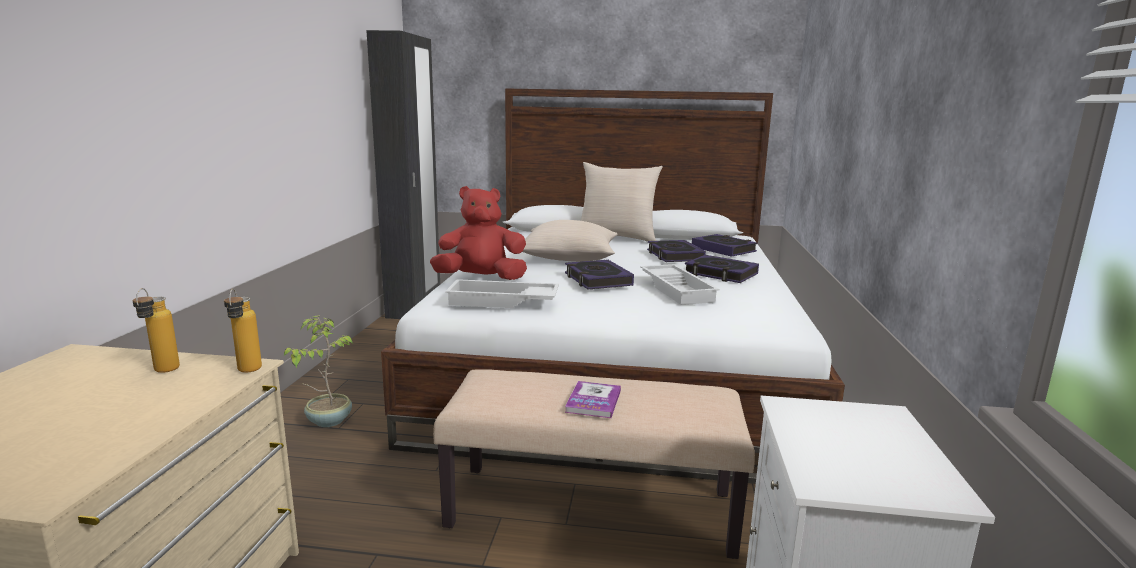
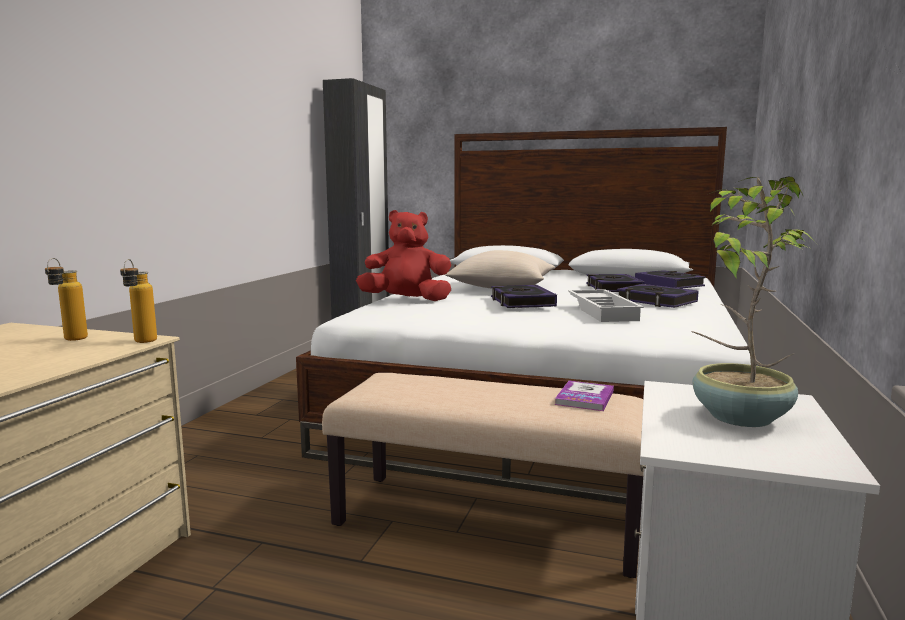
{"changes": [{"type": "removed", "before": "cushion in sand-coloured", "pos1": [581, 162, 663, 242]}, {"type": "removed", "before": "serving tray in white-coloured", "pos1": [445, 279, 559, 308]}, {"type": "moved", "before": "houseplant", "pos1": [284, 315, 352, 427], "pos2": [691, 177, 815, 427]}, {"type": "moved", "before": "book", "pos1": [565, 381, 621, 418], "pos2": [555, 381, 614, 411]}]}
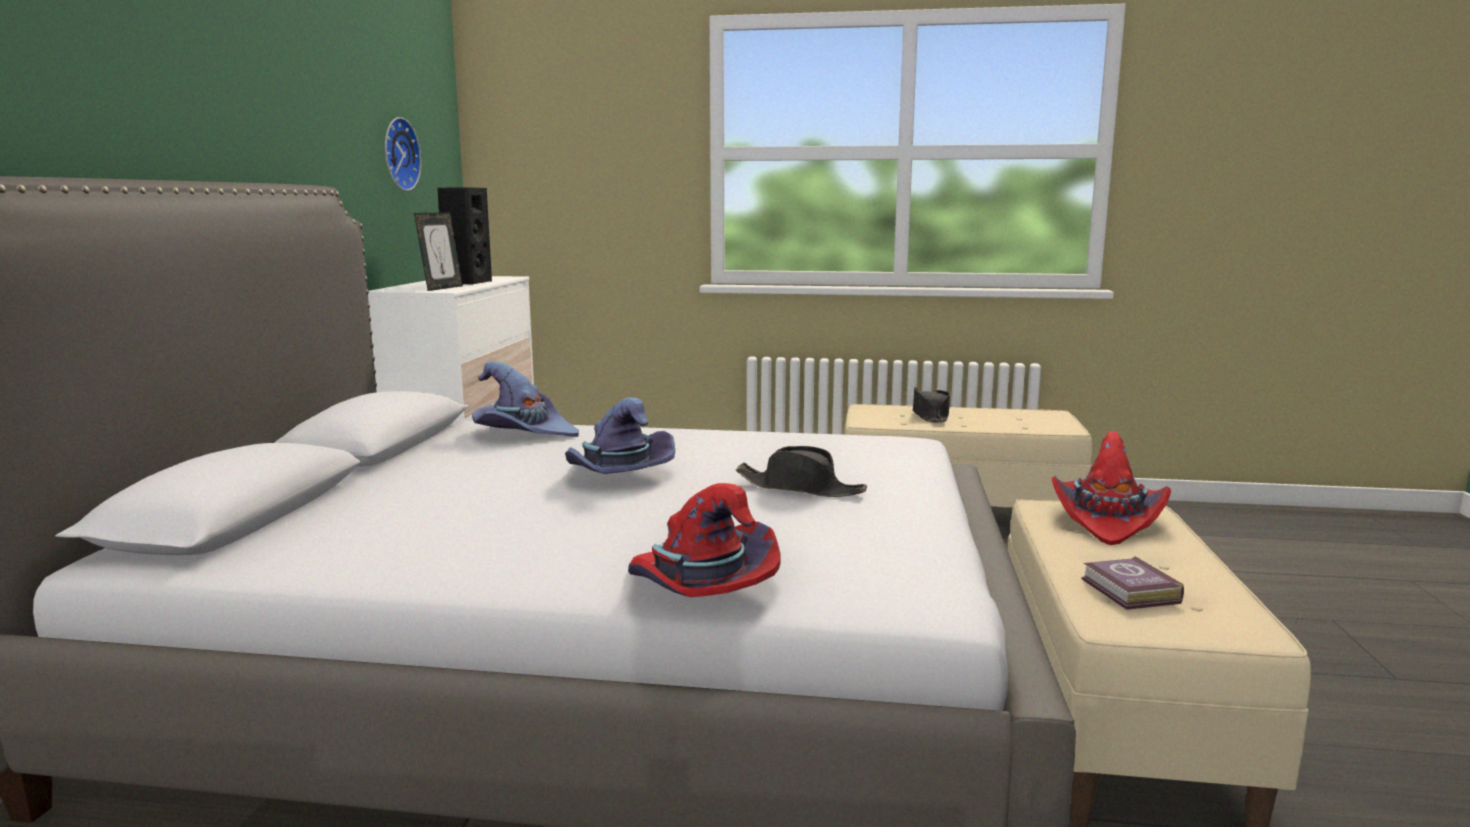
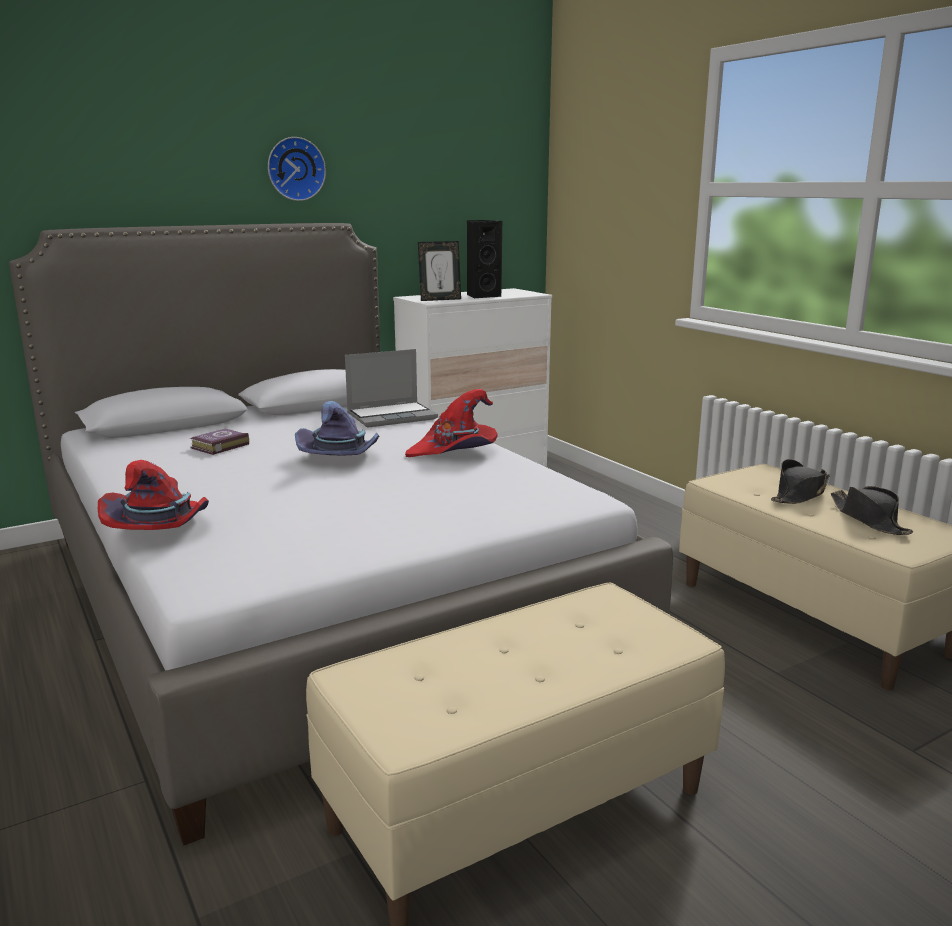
{"changes": [{"type": "moved", "before": "hanging clock", "pos1": [385, 117, 421, 191], "pos2": [268, 137, 326, 201]}, {"type": "replaced", "before": "hat in purple", "after": "notebook computer", "pos1": [472, 361, 579, 437], "pos2": [345, 349, 438, 428]}, {"type": "moved", "before": "hat in reddish", "pos1": [1052, 431, 1171, 545], "pos2": [405, 389, 497, 457]}, {"type": "moved", "before": "hat in black", "pos1": [736, 446, 867, 497], "pos2": [831, 486, 913, 535]}, {"type": "moved", "before": "book", "pos1": [1082, 556, 1184, 610], "pos2": [190, 429, 249, 455]}]}
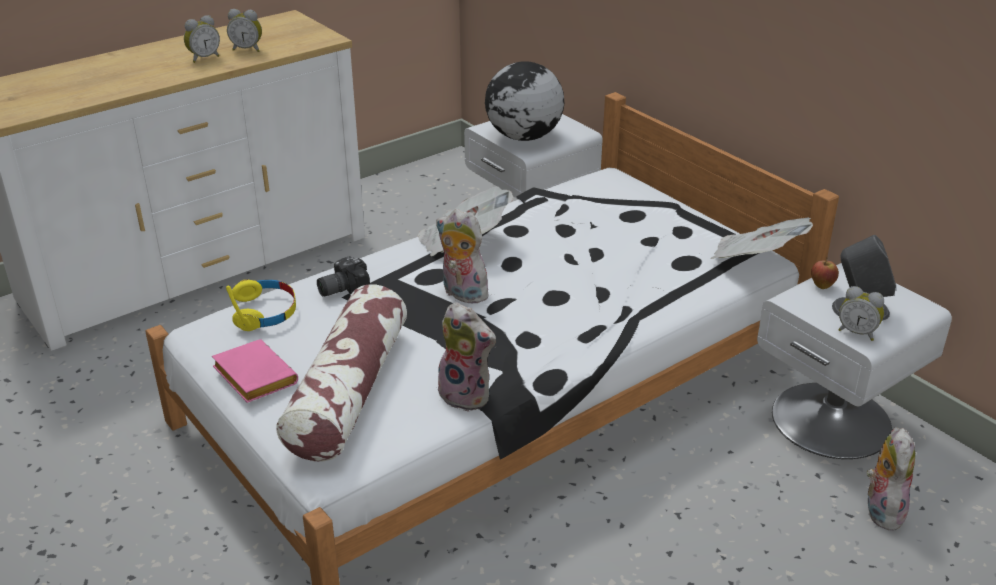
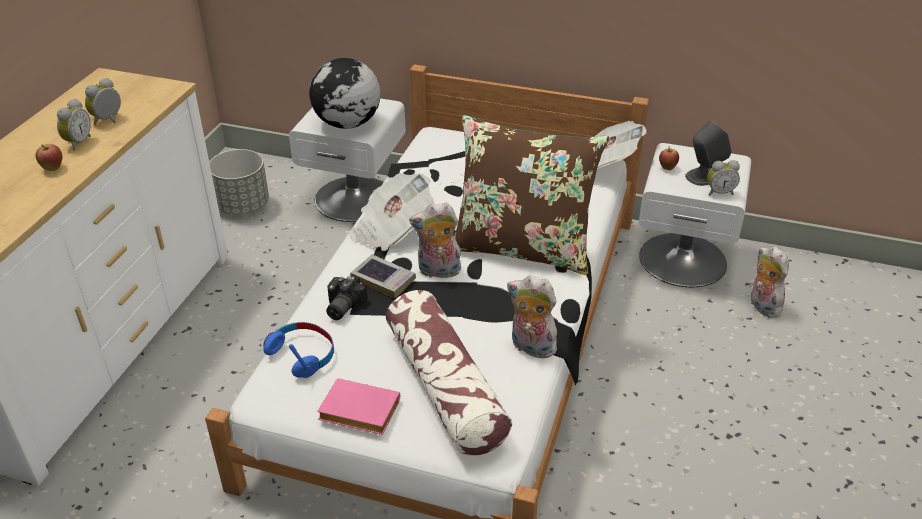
{"changes": [{"type": "turned", "before": "alarm clock", "pos1": [227, 9, 262, 52], "pos2": [85, 78, 121, 125], "turn": 150}, {"type": "recoloured", "before": "headset in yellow-coloured", "after": "headset in blue-coloured", "pos1": [226, 279, 296, 331], "pos2": [263, 322, 334, 378]}, {"type": "turned", "before": "soft toy", "pos1": [433, 302, 496, 412], "pos2": [507, 275, 557, 358], "turn": -150}, {"type": "added", "after": "cushion in brown", "pos2": [454, 115, 609, 275]}, {"type": "added", "after": "apple", "pos2": [36, 144, 62, 171]}, {"type": "added", "after": "planter in grey", "pos2": [209, 149, 269, 215]}, {"type": "added", "after": "book", "pos2": [350, 254, 416, 298]}]}
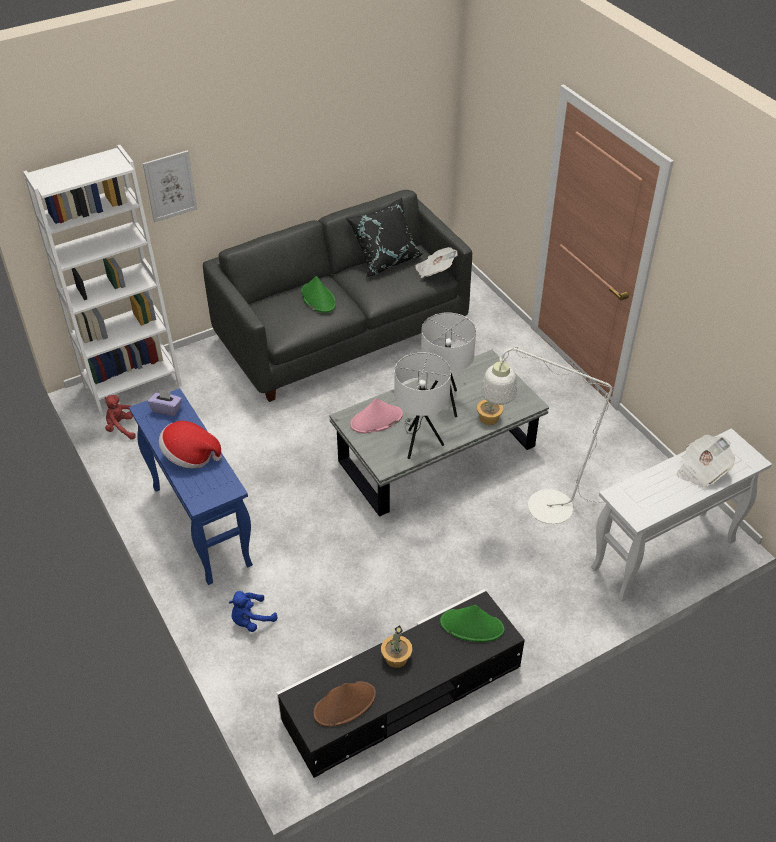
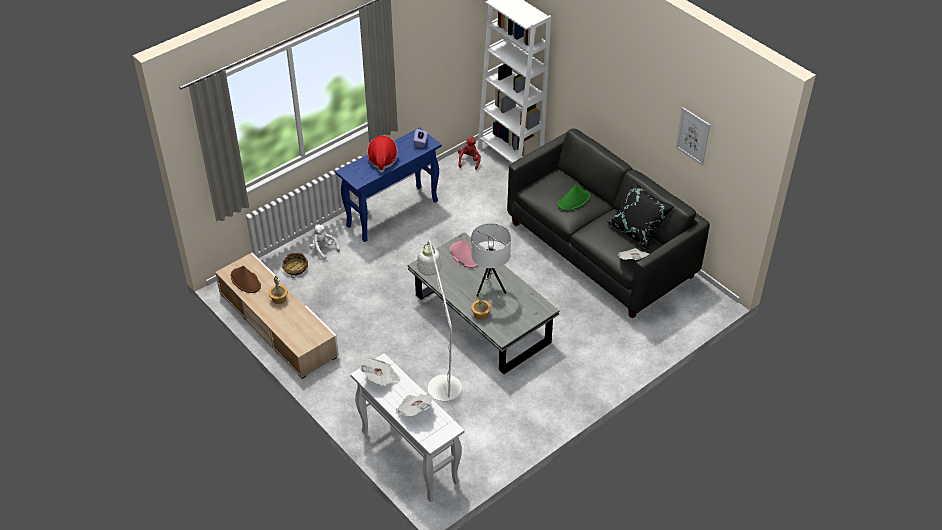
{"changes": [{"type": "moved", "before": "picture", "pos1": [143, 150, 197, 223], "pos2": [676, 107, 710, 166]}, {"type": "removed", "before": "table lamp in white-coloured", "pos1": [394, 352, 451, 459]}, {"type": "recoloured", "before": "tv unit in black", "after": "tv unit in sand-coloured", "pos1": [277, 589, 525, 778], "pos2": [215, 253, 339, 379]}, {"type": "recoloured", "before": "soft toy in blue-coloured", "after": "soft toy in white-coloured", "pos1": [229, 591, 278, 632], "pos2": [309, 225, 340, 260]}, {"type": "removed", "before": "hat in green", "pos1": [440, 605, 504, 642]}, {"type": "added", "after": "household basket", "pos2": [282, 253, 308, 278]}, {"type": "added", "after": "newspaper", "pos2": [359, 357, 400, 386]}]}
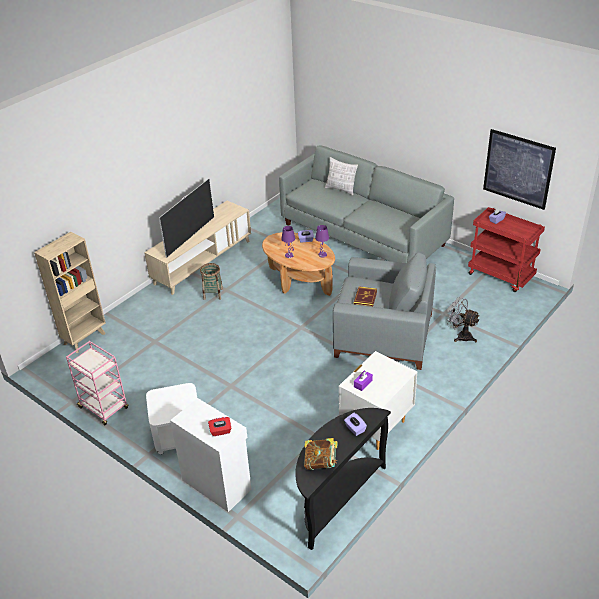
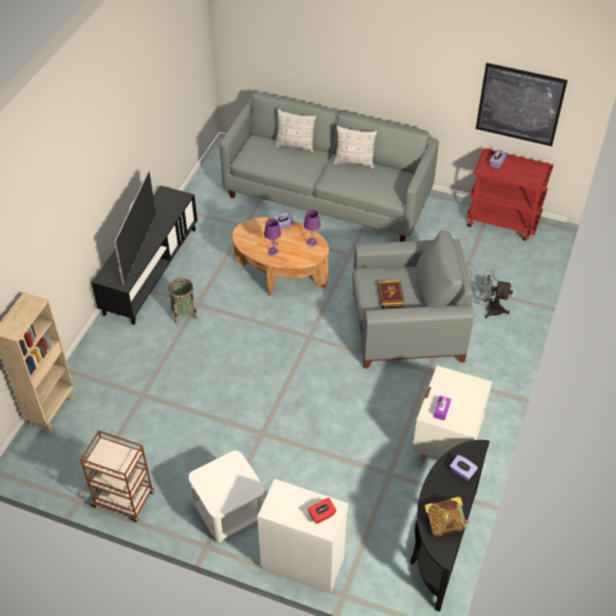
{"changes": [{"type": "recoloured", "before": "tv unit in sand-coloured", "after": "tv unit in black", "pos1": [144, 201, 251, 295], "pos2": [91, 185, 197, 325]}, {"type": "recoloured", "before": "wheeled cart in pink", "after": "wheeled cart in brown", "pos1": [66, 341, 128, 425], "pos2": [80, 430, 154, 522]}, {"type": "added", "after": "cushion", "pos2": [334, 126, 377, 168]}]}
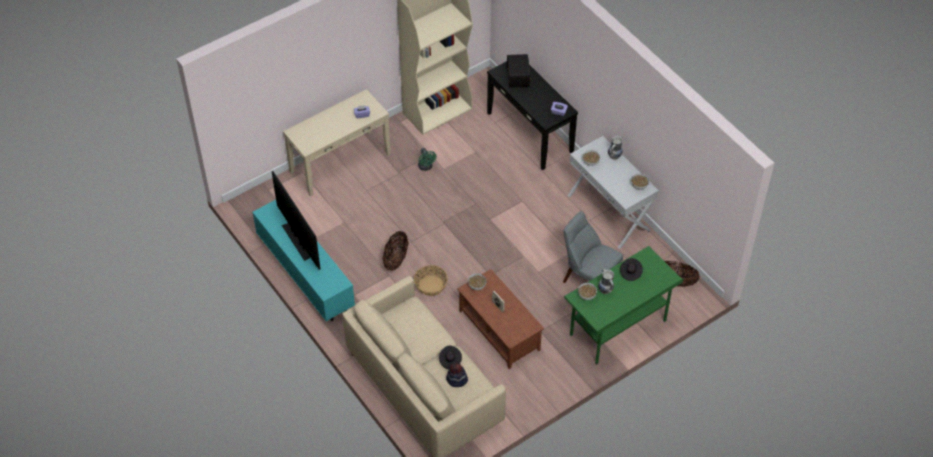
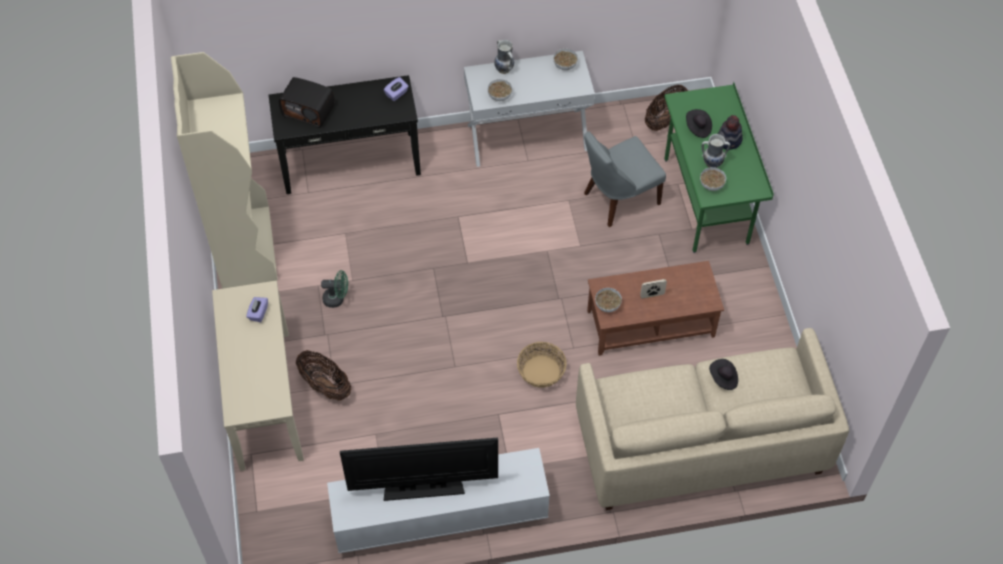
{"changes": [{"type": "recoloured", "before": "tv unit in blue-green", "after": "tv unit in white-coloured", "pos1": [252, 200, 355, 321], "pos2": [327, 448, 550, 553]}, {"type": "moved", "before": "household basket", "pos1": [382, 231, 409, 271], "pos2": [296, 350, 352, 401]}, {"type": "moved", "before": "hat", "pos1": [446, 363, 468, 387], "pos2": [718, 115, 743, 150]}]}
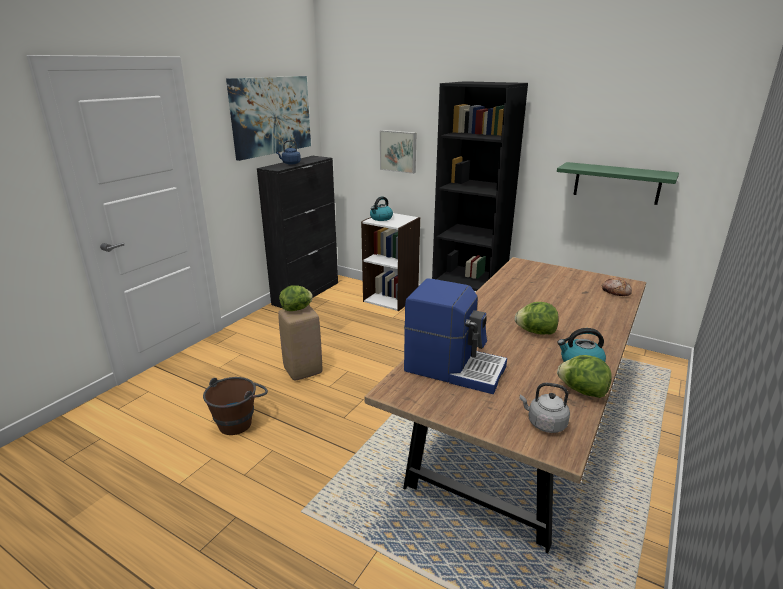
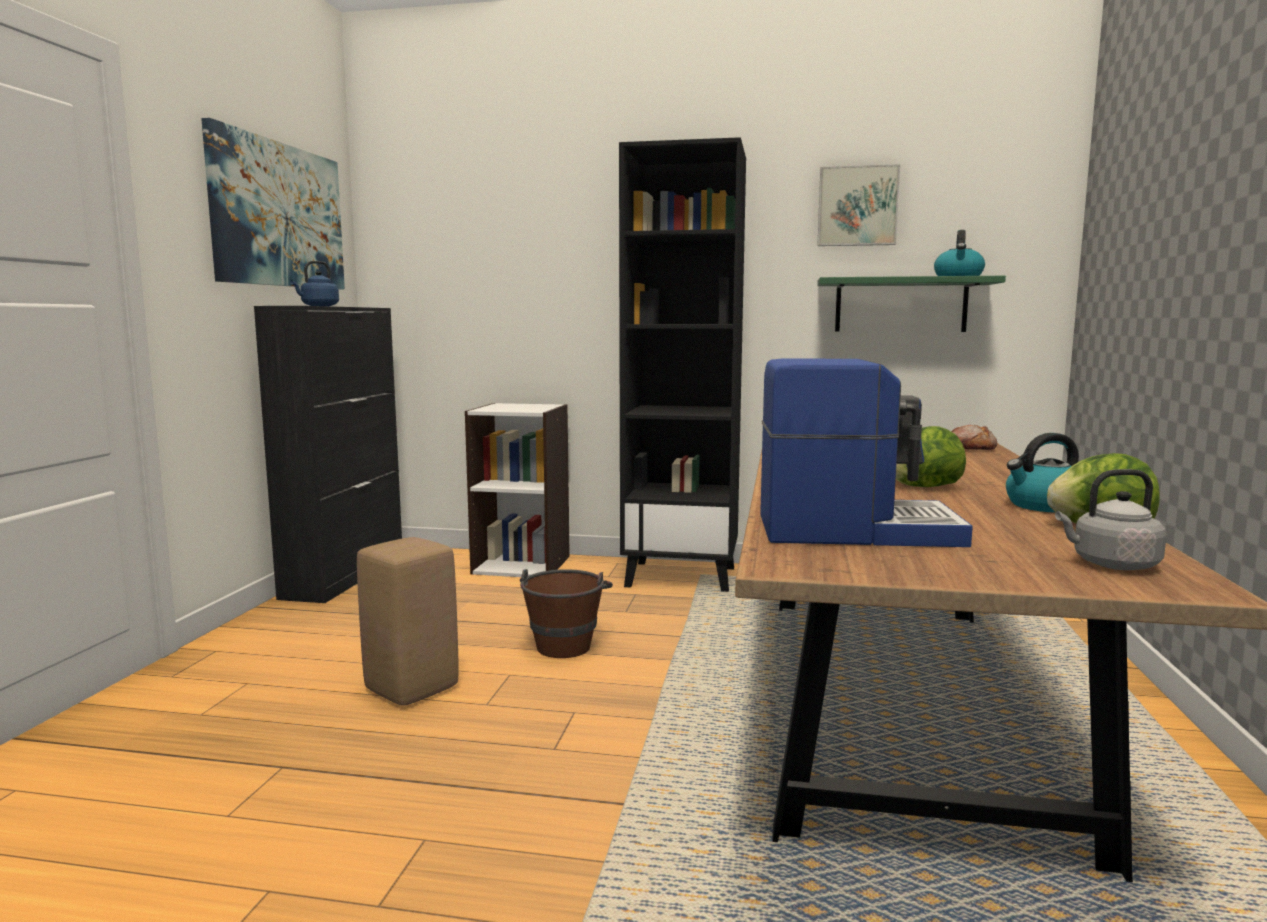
{"changes": [{"type": "moved", "before": "picture", "pos1": [380, 130, 416, 174], "pos2": [817, 164, 900, 246]}, {"type": "moved", "before": "water kettle", "pos1": [370, 197, 393, 221], "pos2": [934, 230, 985, 276]}, {"type": "removed", "before": "lettuce", "pos1": [279, 285, 313, 311]}, {"type": "moved", "before": "pail in brown", "pos1": [203, 377, 268, 435], "pos2": [520, 569, 613, 658]}]}
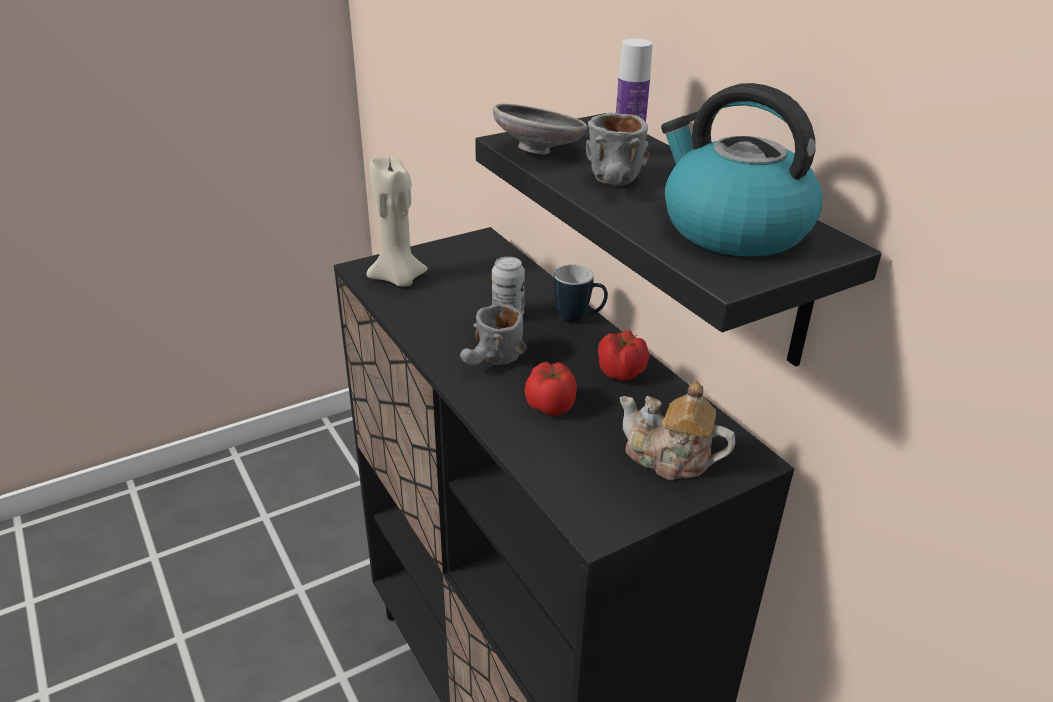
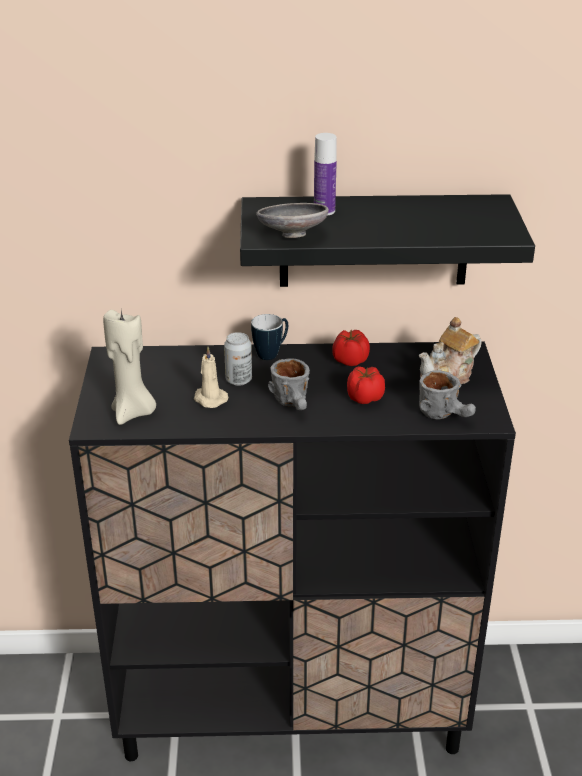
{"changes": [{"type": "removed", "before": "water kettle", "pos1": [661, 83, 823, 257]}, {"type": "moved", "before": "tea mug in grey", "pos1": [586, 113, 650, 186], "pos2": [419, 370, 476, 420]}, {"type": "added", "after": "wax candle in sand-coloured", "pos2": [194, 346, 228, 408]}]}
